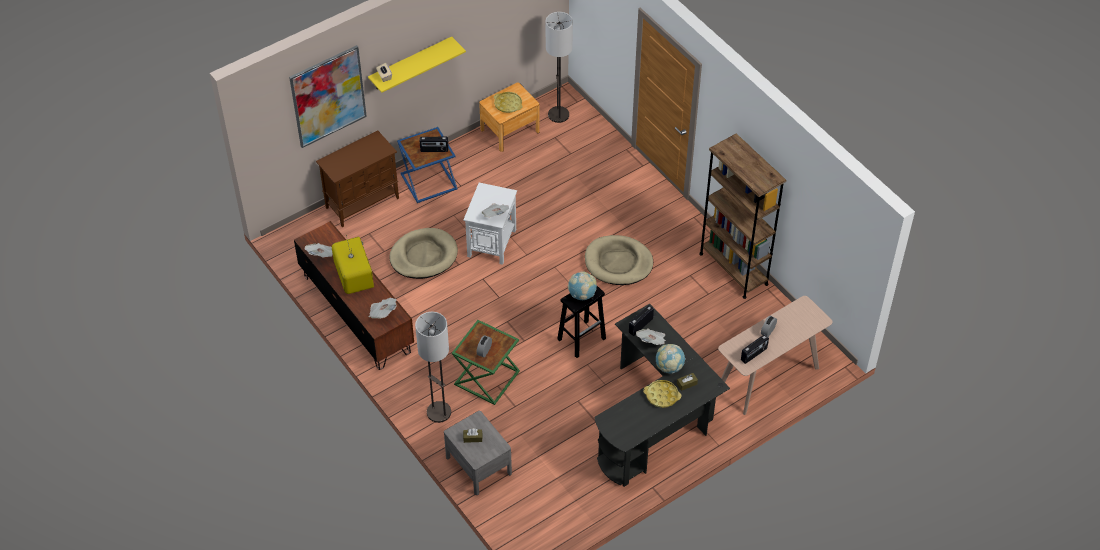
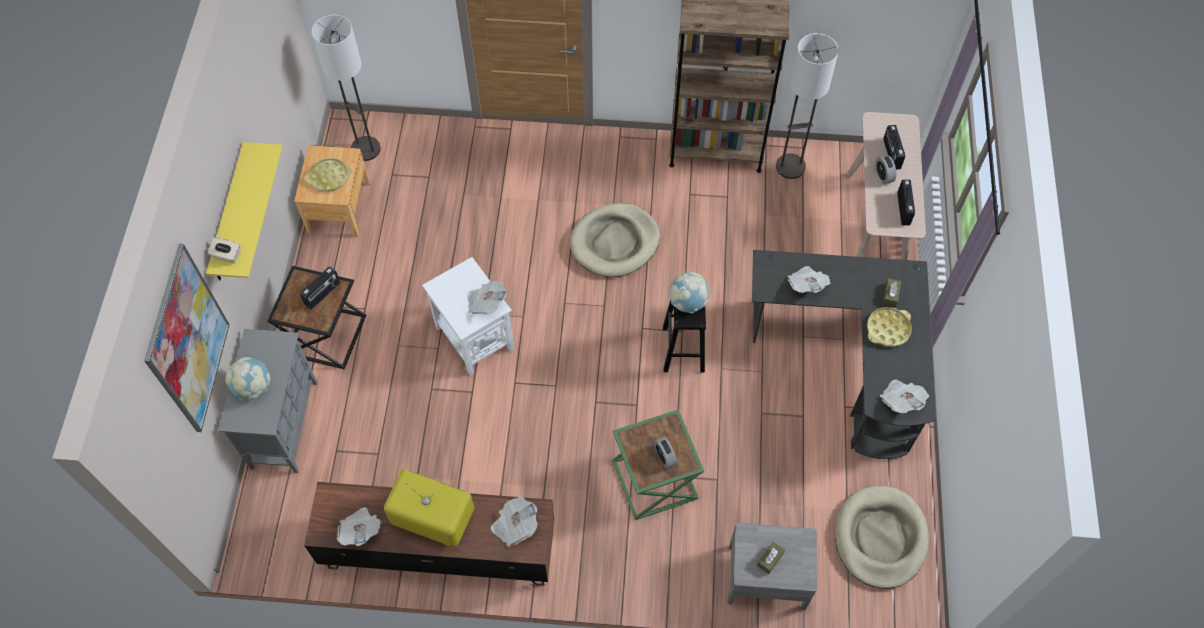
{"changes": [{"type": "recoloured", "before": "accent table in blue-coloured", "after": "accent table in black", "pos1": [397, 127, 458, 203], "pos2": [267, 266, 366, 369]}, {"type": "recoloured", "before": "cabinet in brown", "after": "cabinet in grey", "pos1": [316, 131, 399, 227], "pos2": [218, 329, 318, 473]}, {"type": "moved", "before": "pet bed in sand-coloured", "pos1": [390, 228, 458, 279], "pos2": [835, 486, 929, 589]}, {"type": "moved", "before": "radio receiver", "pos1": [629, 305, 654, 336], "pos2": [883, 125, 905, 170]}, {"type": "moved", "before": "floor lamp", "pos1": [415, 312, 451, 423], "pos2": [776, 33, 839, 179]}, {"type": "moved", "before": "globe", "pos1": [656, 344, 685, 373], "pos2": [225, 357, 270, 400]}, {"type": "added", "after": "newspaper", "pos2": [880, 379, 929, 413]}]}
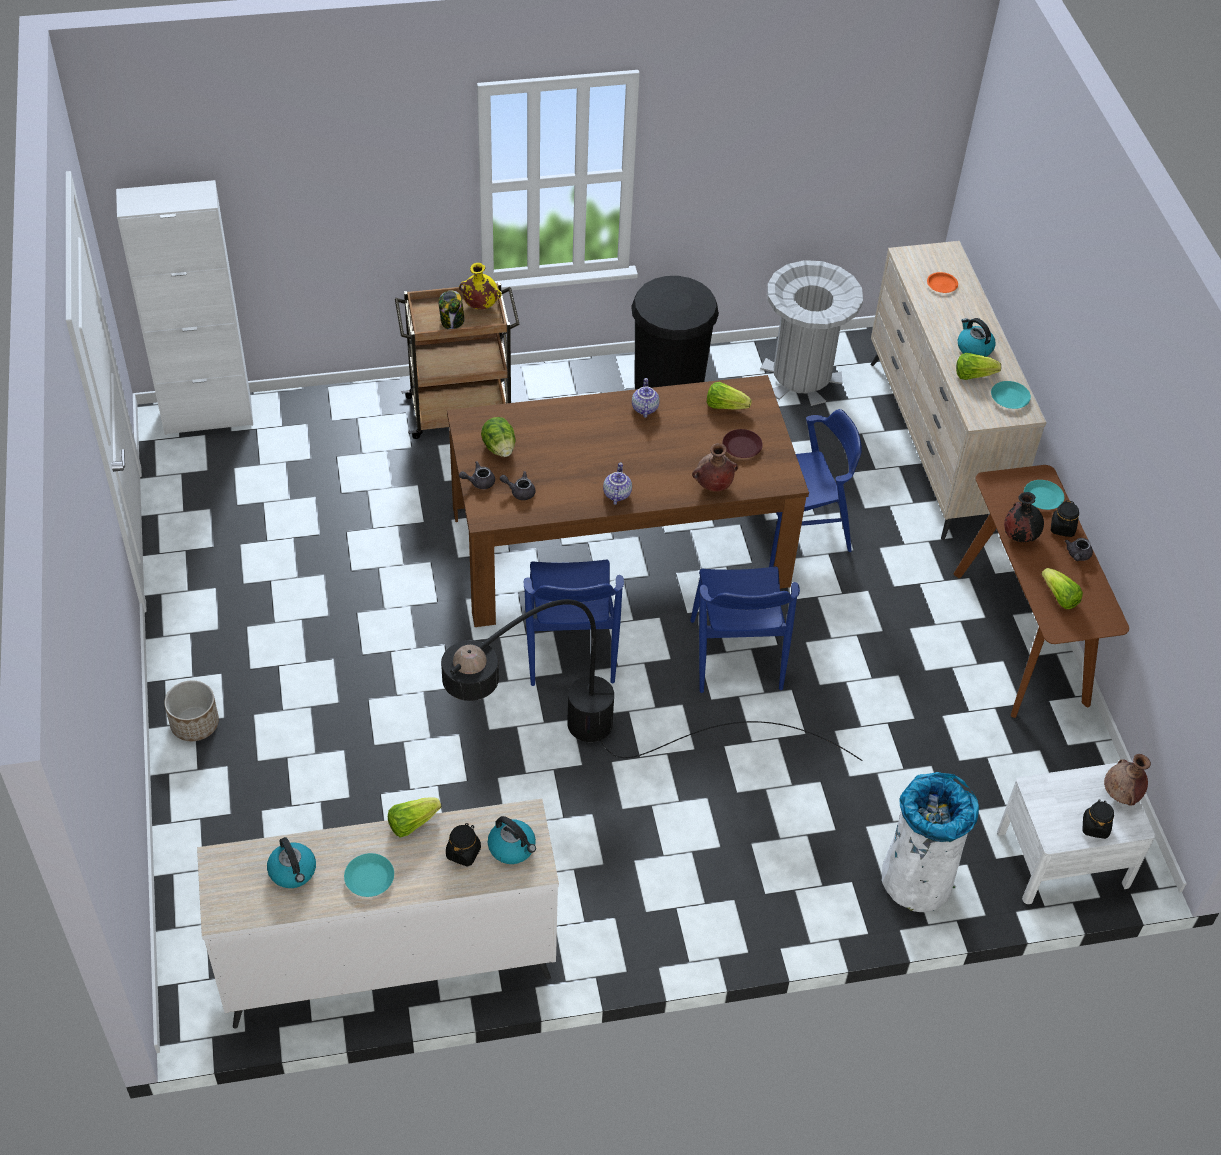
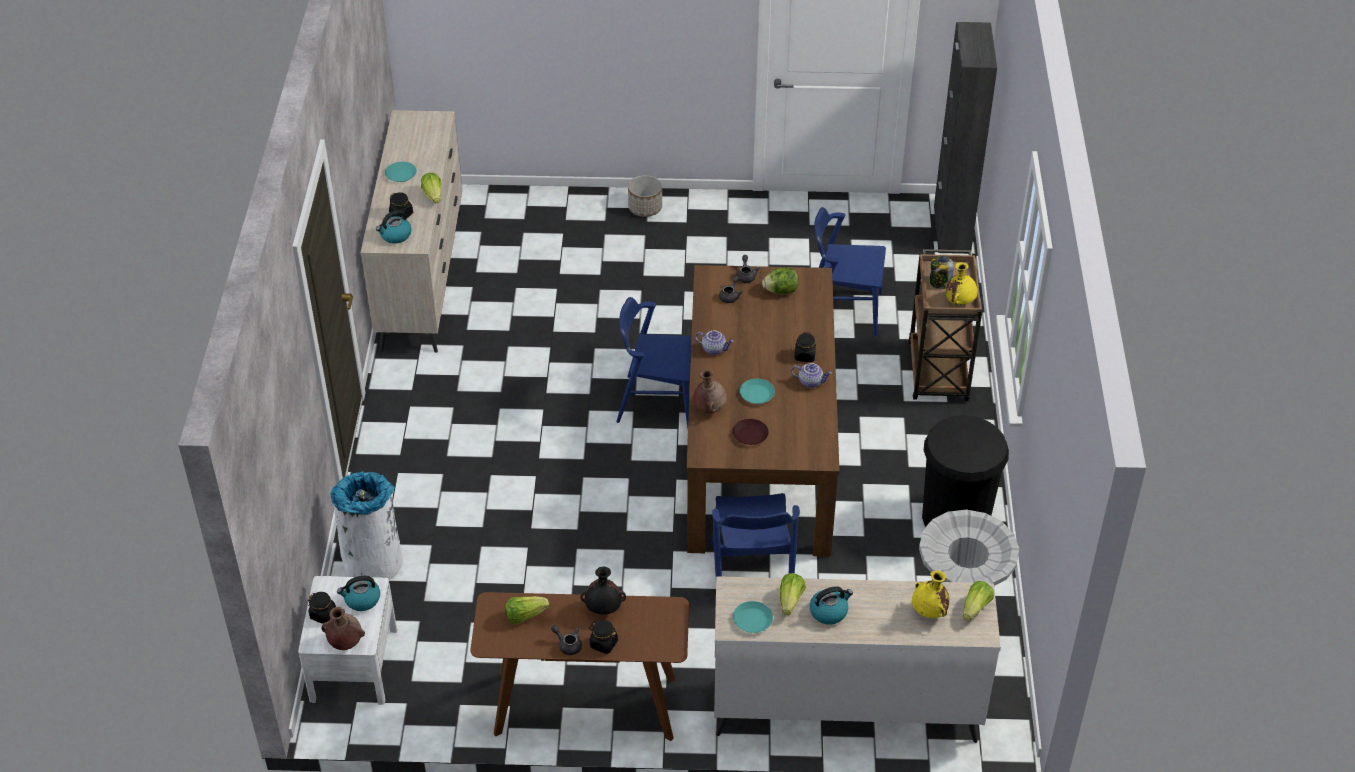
{"changes": [{"type": "recoloured", "before": "cabinet in white-coloured", "after": "cabinet in black", "pos1": [116, 180, 253, 435], "pos2": [934, 22, 997, 254]}, {"type": "replaced", "before": "dinner plate in orange-coloured", "after": "flower vase in yellow-coloured", "pos1": [927, 272, 958, 293], "pos2": [912, 570, 949, 618]}, {"type": "moved", "before": "lettuce", "pos1": [707, 382, 752, 410], "pos2": [963, 581, 994, 621]}, {"type": "moved", "before": "dinner plate in blue-green", "pos1": [1024, 480, 1064, 510], "pos2": [740, 379, 775, 404]}, {"type": "moved", "before": "upright chair in blue-coloured", "pos1": [690, 567, 800, 693], "pos2": [814, 207, 886, 337]}, {"type": "removed", "before": "floor lamp in black", "pos1": [441, 599, 863, 761]}, {"type": "moved", "before": "water kettle", "pos1": [267, 837, 316, 888], "pos2": [337, 576, 380, 611]}, {"type": "added", "after": "storage jar in black", "pos2": [794, 332, 816, 362]}]}
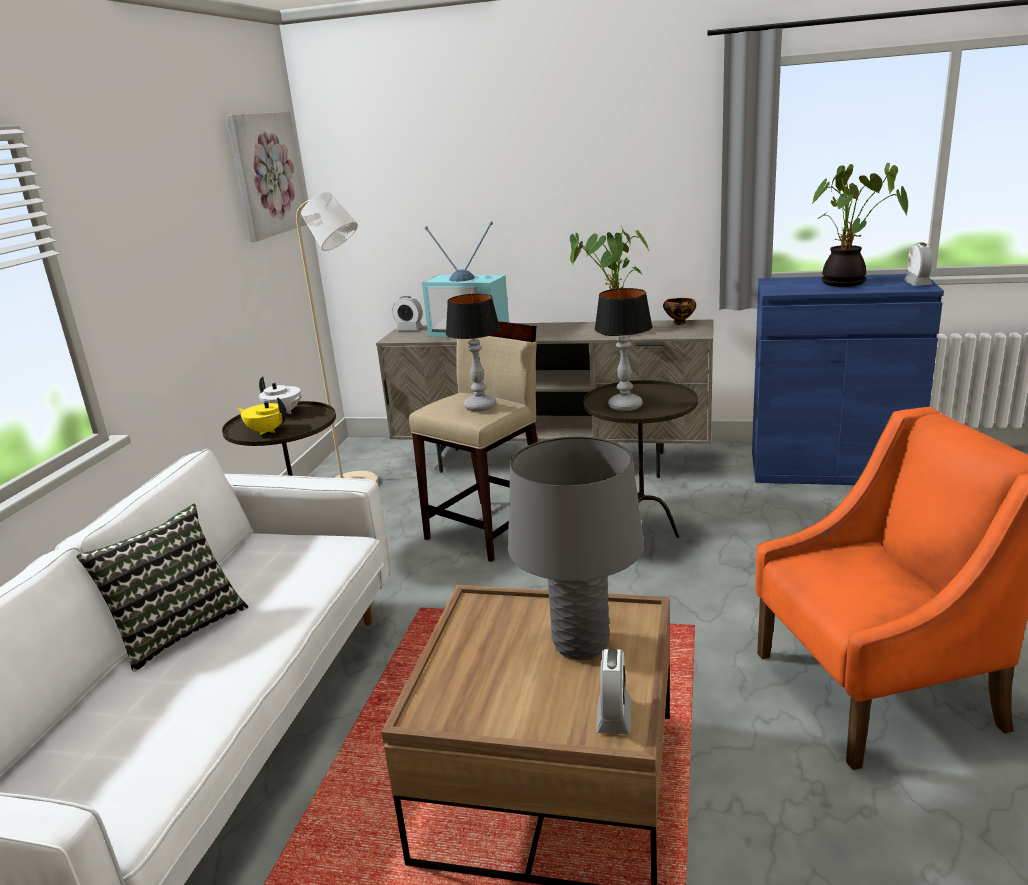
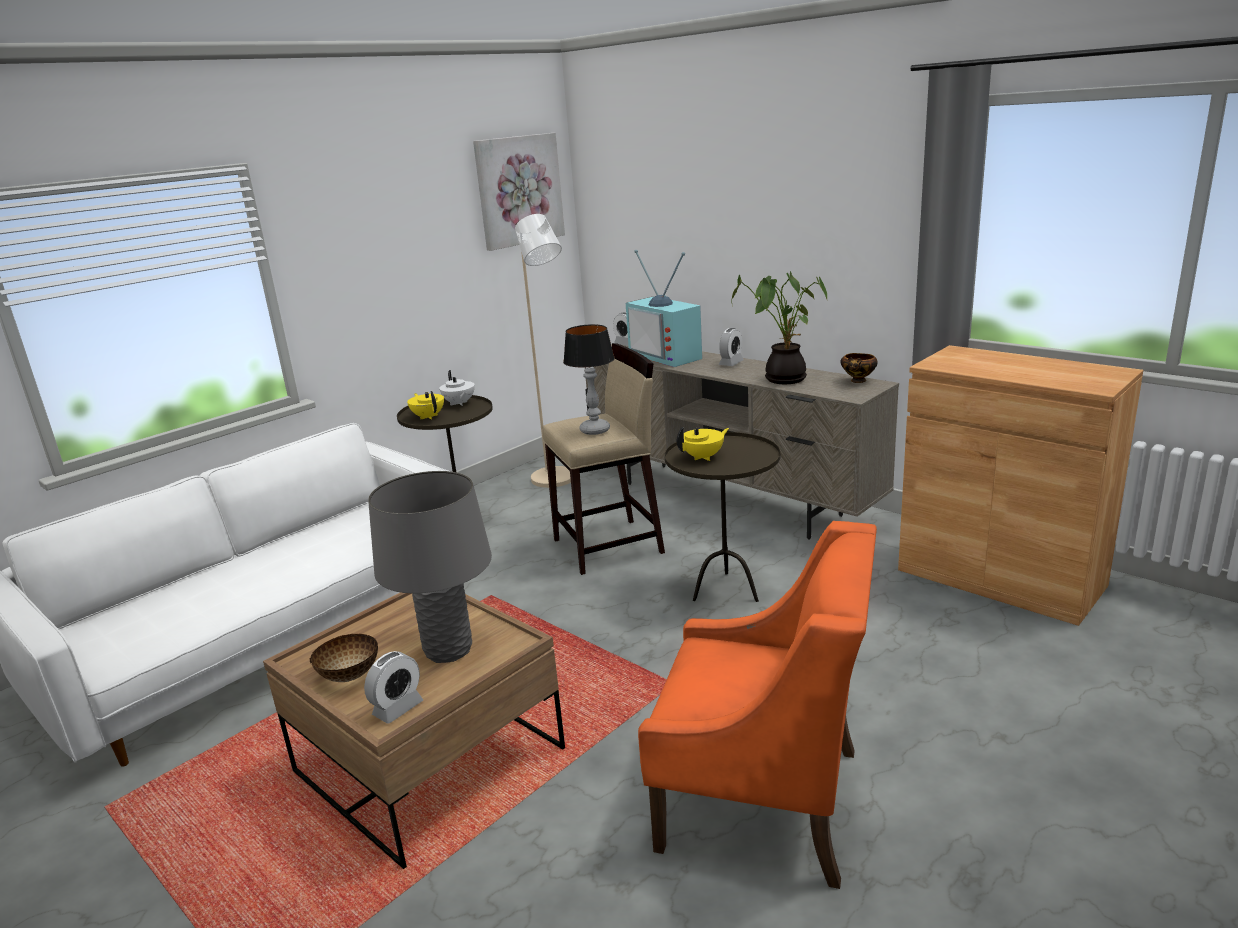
{"changes": [{"type": "removed", "before": "houseplant", "pos1": [811, 163, 908, 287]}, {"type": "moved", "before": "alarm clock", "pos1": [904, 243, 933, 286], "pos2": [719, 328, 744, 366]}, {"type": "recoloured", "before": "cabinet in blue-coloured", "after": "cabinet in brown", "pos1": [752, 274, 944, 485], "pos2": [898, 345, 1143, 626]}, {"type": "replaced", "before": "table lamp", "after": "tea pot in yellow-coloured", "pos1": [595, 288, 653, 411], "pos2": [677, 427, 729, 461]}, {"type": "removed", "before": "cushion", "pos1": [76, 503, 248, 672]}, {"type": "added", "after": "bowl", "pos2": [309, 633, 378, 682]}]}
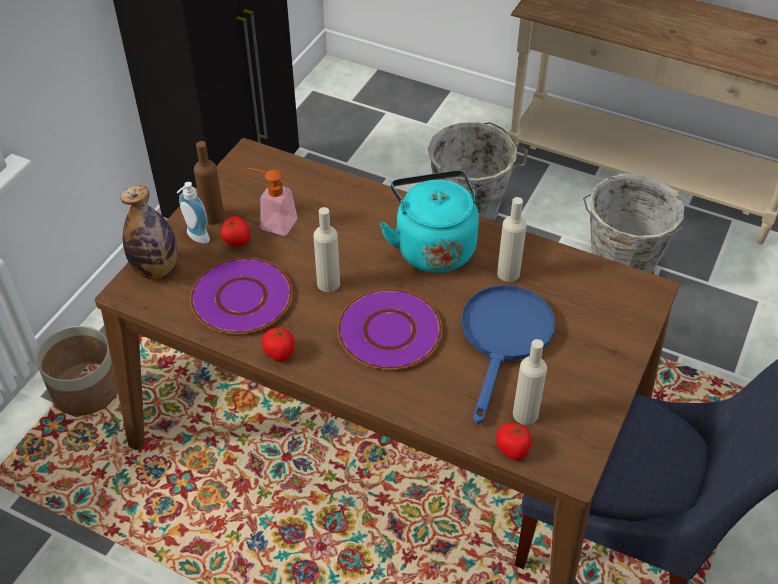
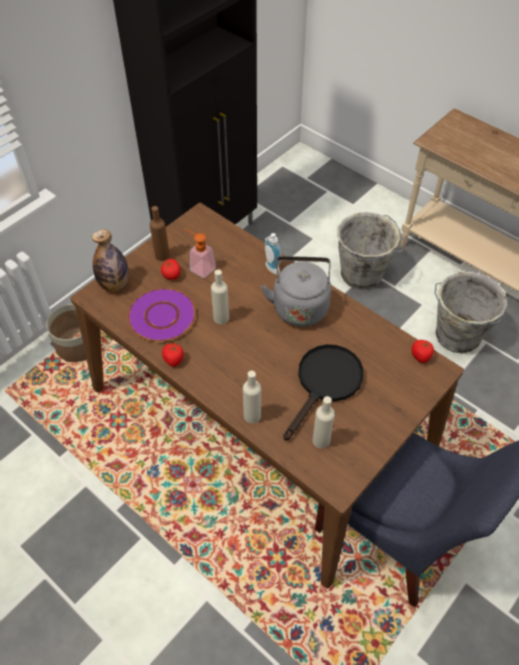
{"changes": [{"type": "recoloured", "before": "water kettle in blue-green", "after": "water kettle in grey", "pos1": [380, 170, 479, 273], "pos2": [261, 256, 331, 327]}, {"type": "moved", "before": "liquid soap bottle", "pos1": [177, 182, 210, 244], "pos2": [265, 233, 281, 274]}, {"type": "moved", "before": "bottle in sand-coloured", "pos1": [497, 197, 527, 282], "pos2": [243, 371, 261, 424]}, {"type": "recoloured", "before": "frying pan in blue-coloured", "after": "frying pan in black", "pos1": [461, 285, 555, 424], "pos2": [283, 344, 364, 440]}, {"type": "removed", "before": "dinner plate in purple", "pos1": [337, 289, 442, 369]}, {"type": "moved", "before": "tomato", "pos1": [496, 423, 532, 460], "pos2": [412, 340, 434, 363]}]}
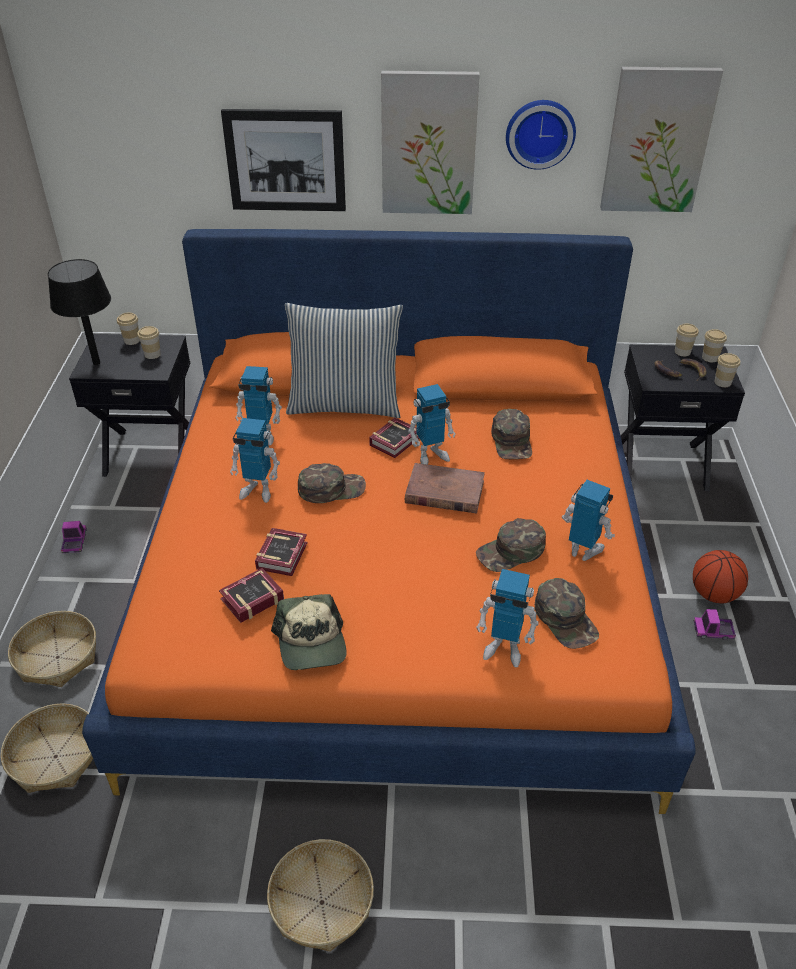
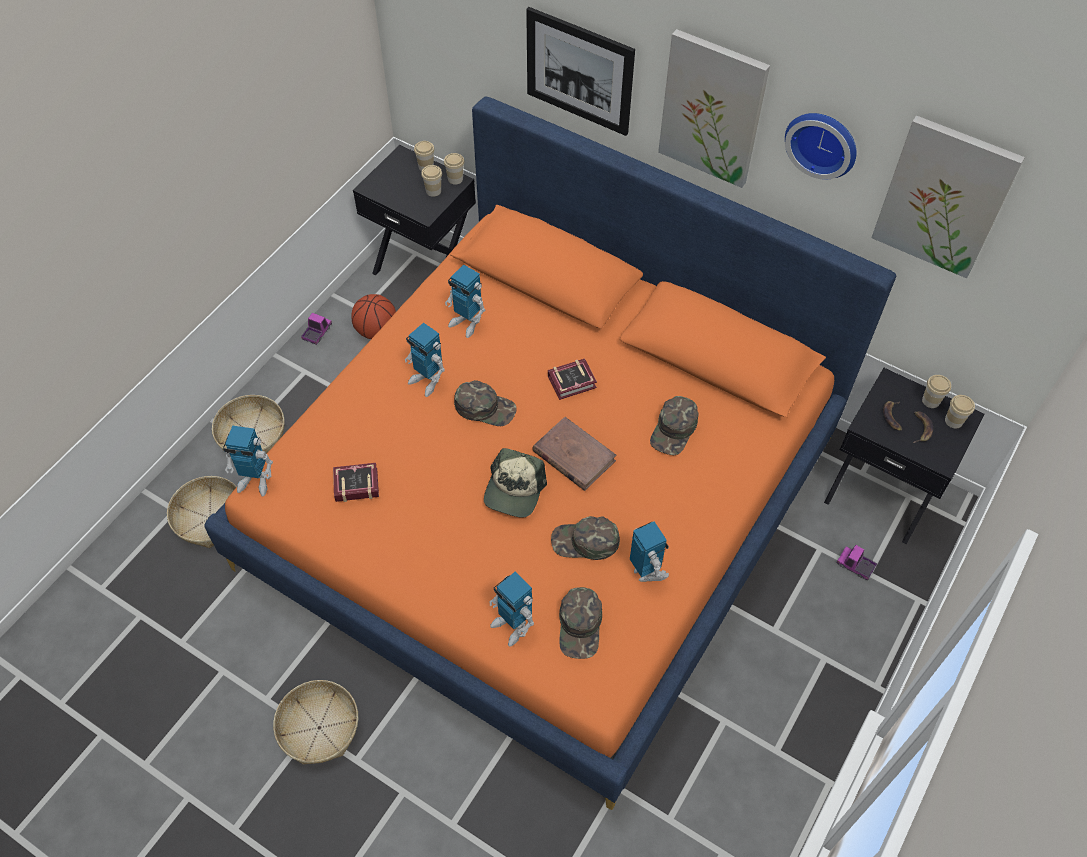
{"changes": [{"type": "removed", "before": "table lamp in black", "pos1": [48, 259, 111, 365]}, {"type": "removed", "before": "cushion", "pos1": [285, 303, 403, 418]}, {"type": "moved", "before": "drinking cup", "pos1": [714, 353, 740, 387], "pos2": [444, 153, 464, 185]}, {"type": "moved", "before": "model robot", "pos1": [408, 384, 456, 465], "pos2": [223, 425, 273, 497]}, {"type": "removed", "before": "book", "pos1": [255, 528, 308, 576]}, {"type": "moved", "before": "basketball ball", "pos1": [693, 550, 748, 603], "pos2": [351, 294, 396, 339]}, {"type": "moved", "before": "peaked cap", "pos1": [271, 594, 346, 670], "pos2": [484, 448, 547, 518]}, {"type": "moved", "before": "toy lorry", "pos1": [694, 609, 736, 640], "pos2": [836, 545, 877, 580]}]}
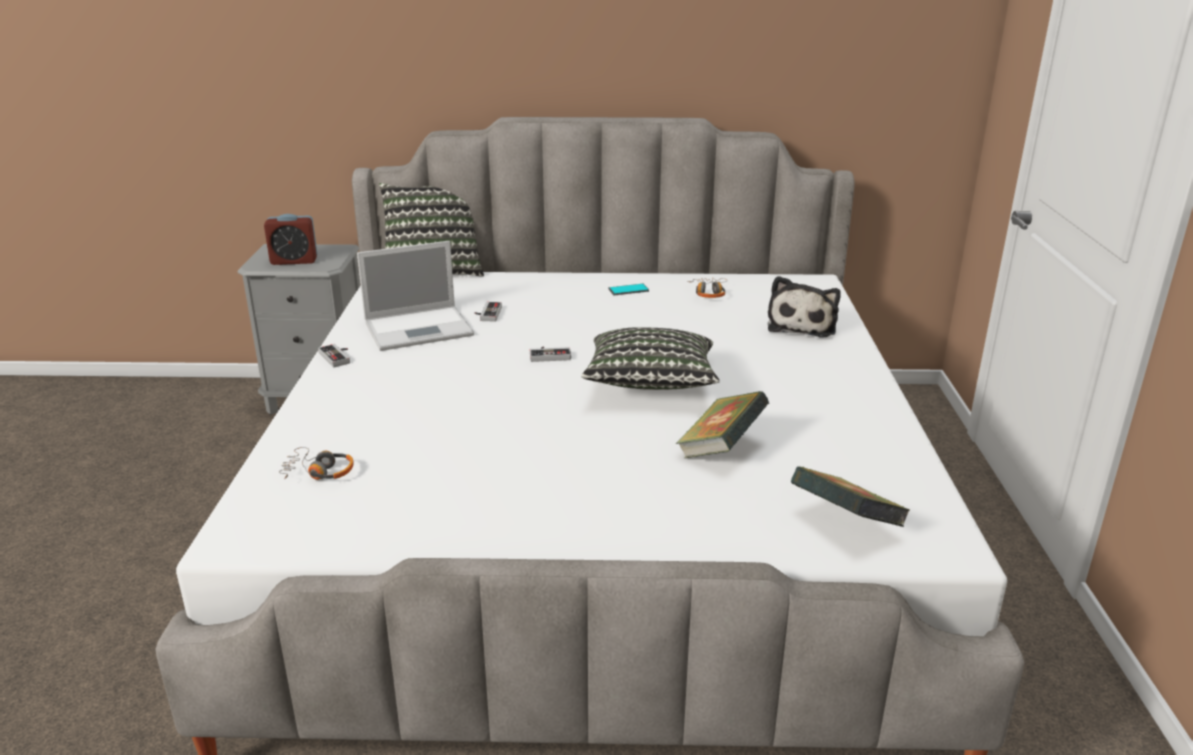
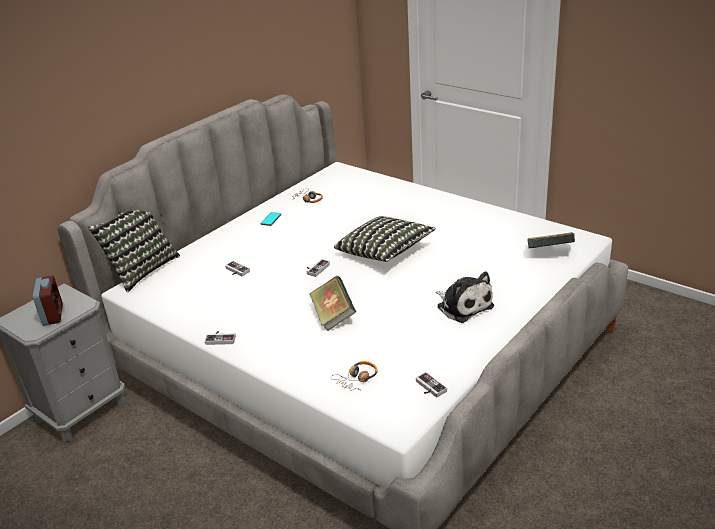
{"changes": [{"type": "turned", "before": "alarm clock", "pos1": [264, 214, 318, 265], "pos2": [33, 276, 63, 326], "turn": -45}, {"type": "removed", "before": "notebook computer", "pos1": [357, 241, 474, 351]}, {"type": "moved", "before": "soft toy", "pos1": [768, 276, 841, 338], "pos2": [436, 271, 494, 323]}, {"type": "moved", "before": "book", "pos1": [676, 391, 770, 458], "pos2": [309, 276, 356, 331]}, {"type": "added", "after": "gamepad", "pos2": [416, 372, 447, 398]}]}
